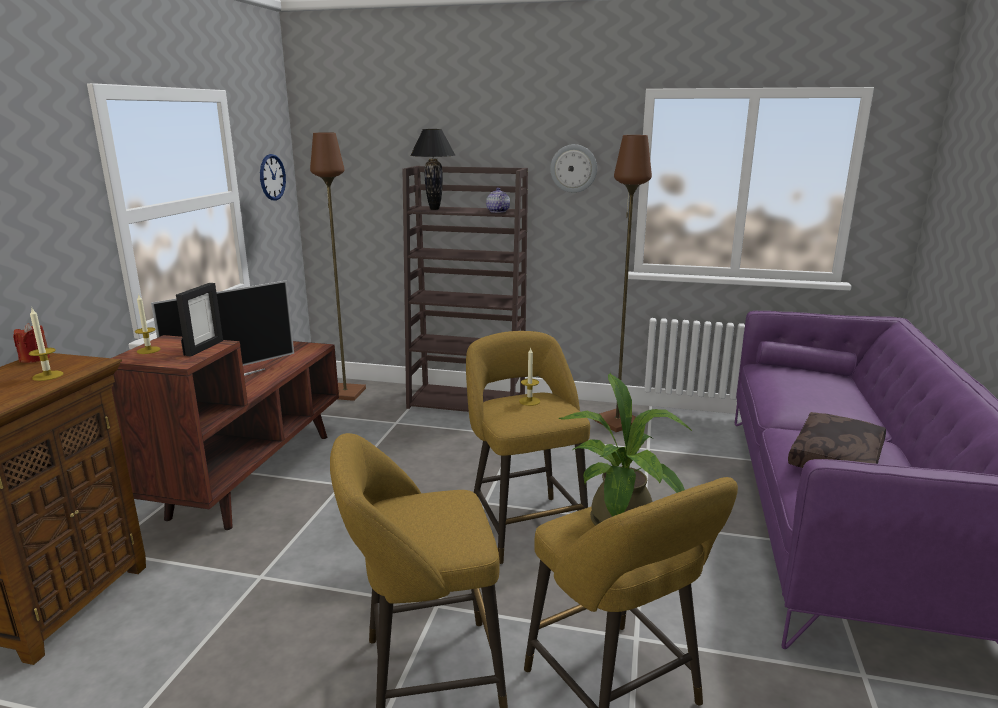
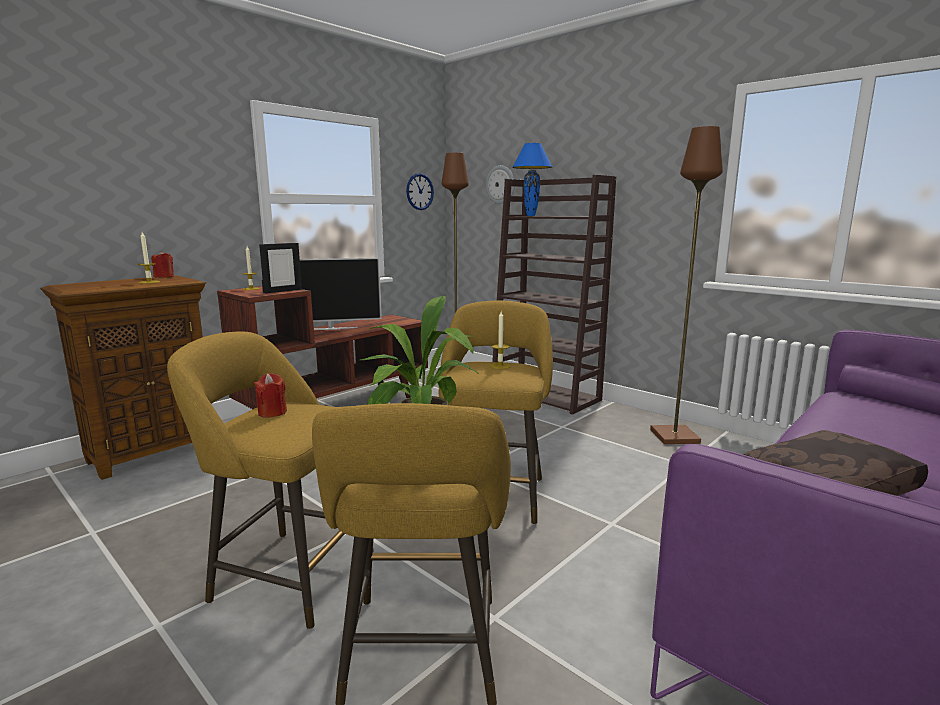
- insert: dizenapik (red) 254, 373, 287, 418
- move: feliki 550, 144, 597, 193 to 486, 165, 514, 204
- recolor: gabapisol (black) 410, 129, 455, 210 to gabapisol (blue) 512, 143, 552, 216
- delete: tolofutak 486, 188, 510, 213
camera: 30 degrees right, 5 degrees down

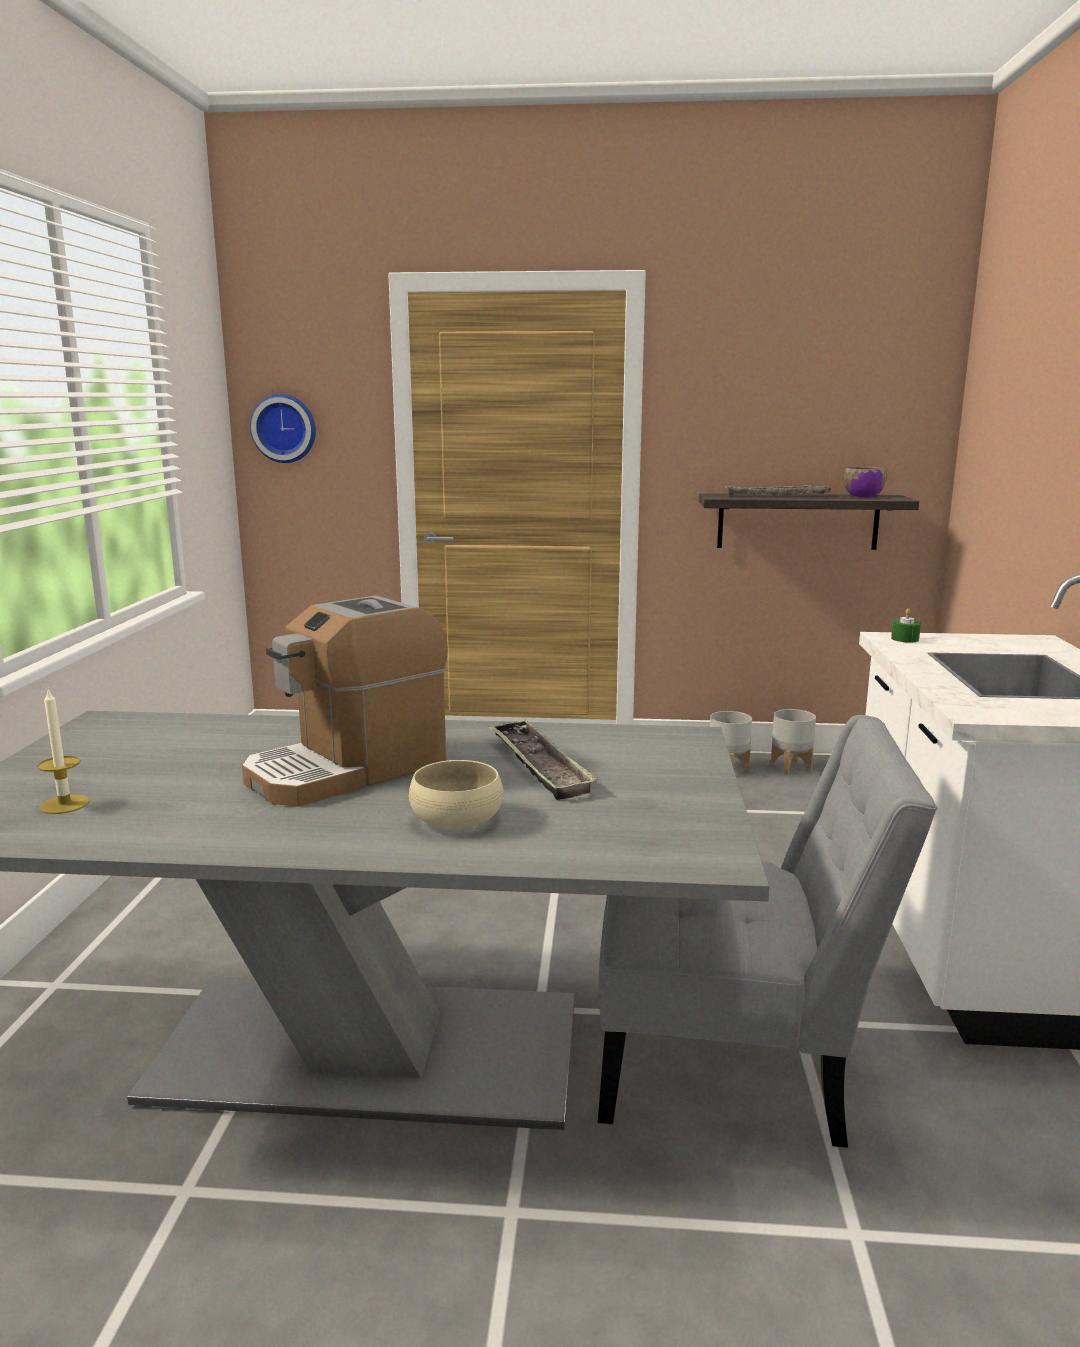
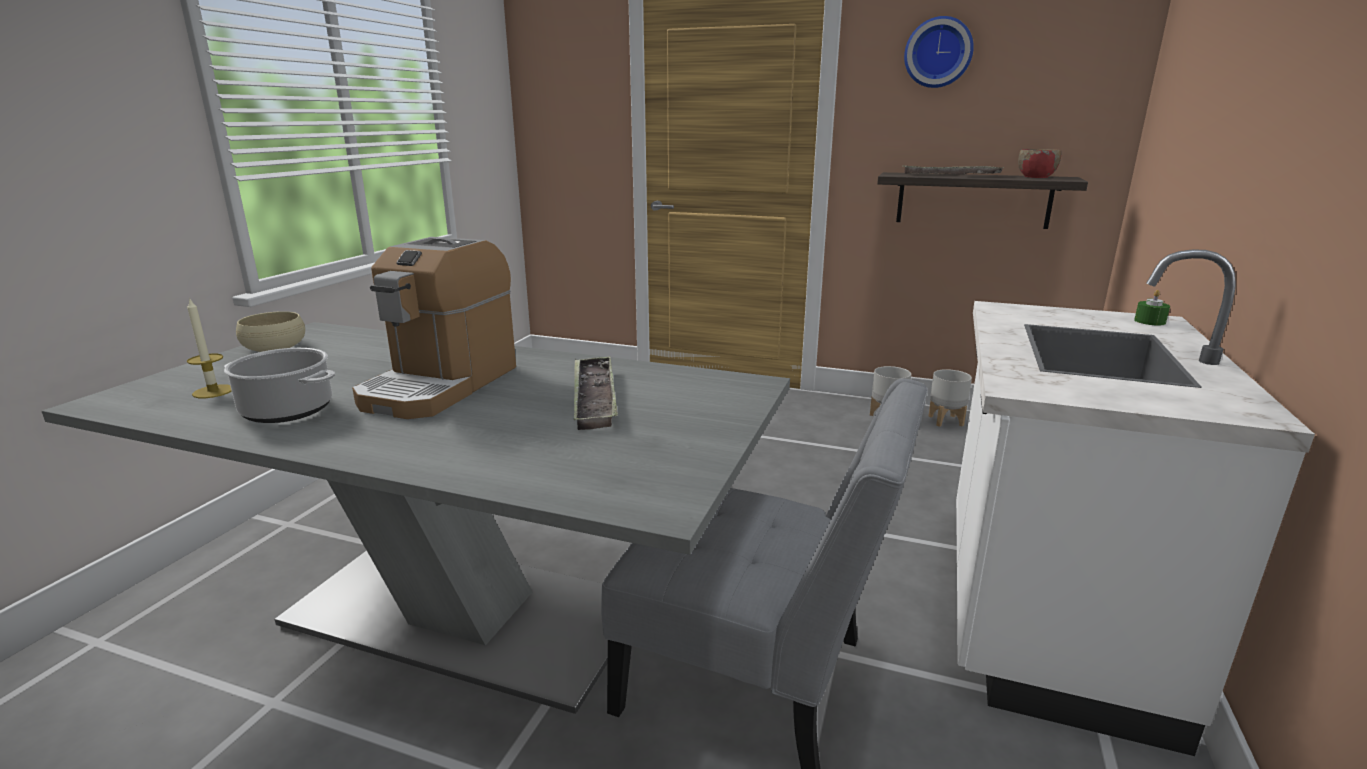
- insert: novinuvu 224, 348, 335, 423
- move: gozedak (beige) 409, 760, 503, 829 to 236, 311, 305, 352
- rotate: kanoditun 242, 595, 448, 807 = 352, 237, 516, 419 45 degrees counterclockwise
- move: feliki 250, 394, 316, 463 to 904, 16, 974, 88
- recolor: gozedak (purple) 844, 467, 887, 497 to gozedak (red) 1018, 149, 1062, 178
- move: dizenapik (green) 891, 608, 921, 643 to 1134, 290, 1170, 326
camera: 15 degrees right, 5 degrees up

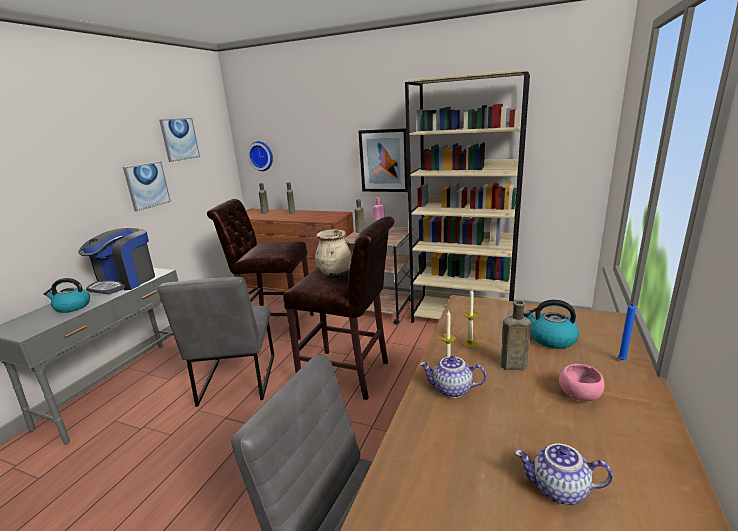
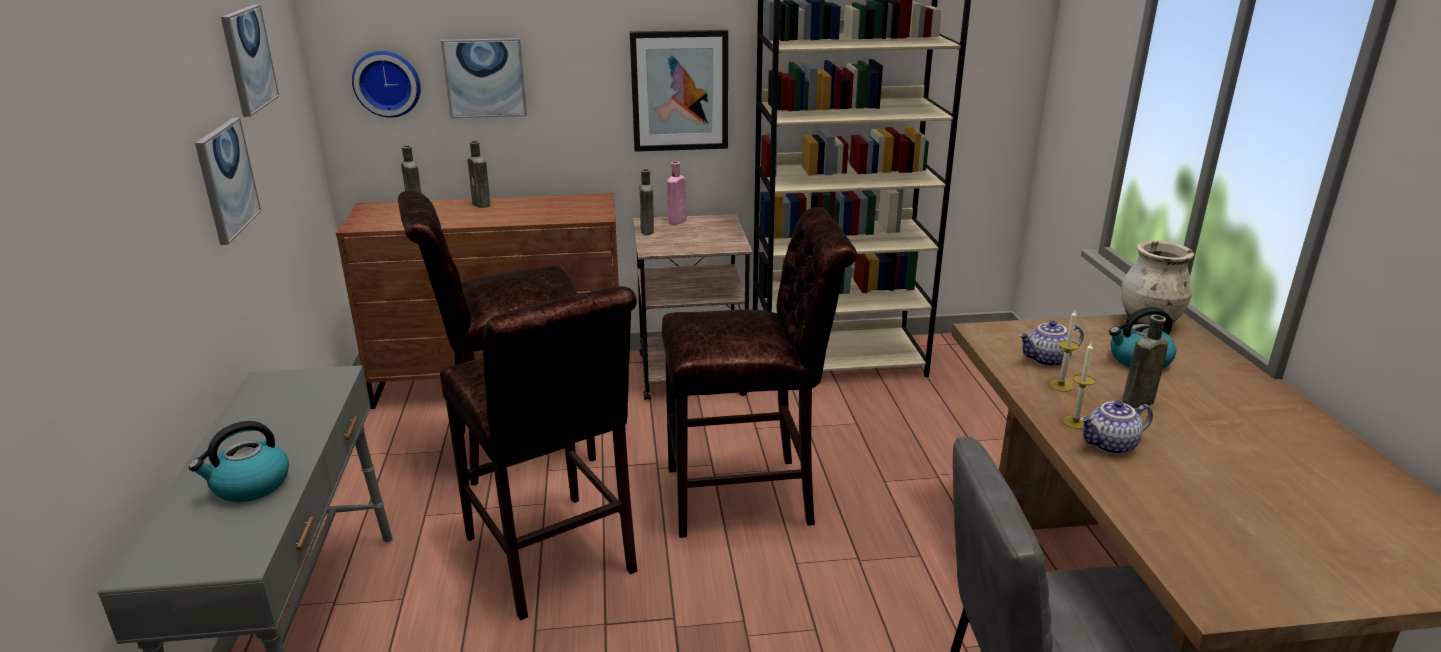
- replace: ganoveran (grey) 158, 277, 274, 407 to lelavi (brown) 440, 286, 637, 620
- insert: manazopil 441, 38, 527, 118
- move: tolofutak 515, 444, 613, 505 to 1018, 321, 1084, 367
- move: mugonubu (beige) 315, 229, 351, 278 to 1121, 240, 1194, 325
- delete: kanoditun 78, 228, 155, 294
- delete: gozedak (pink) 559, 364, 605, 401
- delete: dizenapik (blue) 618, 302, 636, 360
camera: 30 degrees left, 5 degrees up

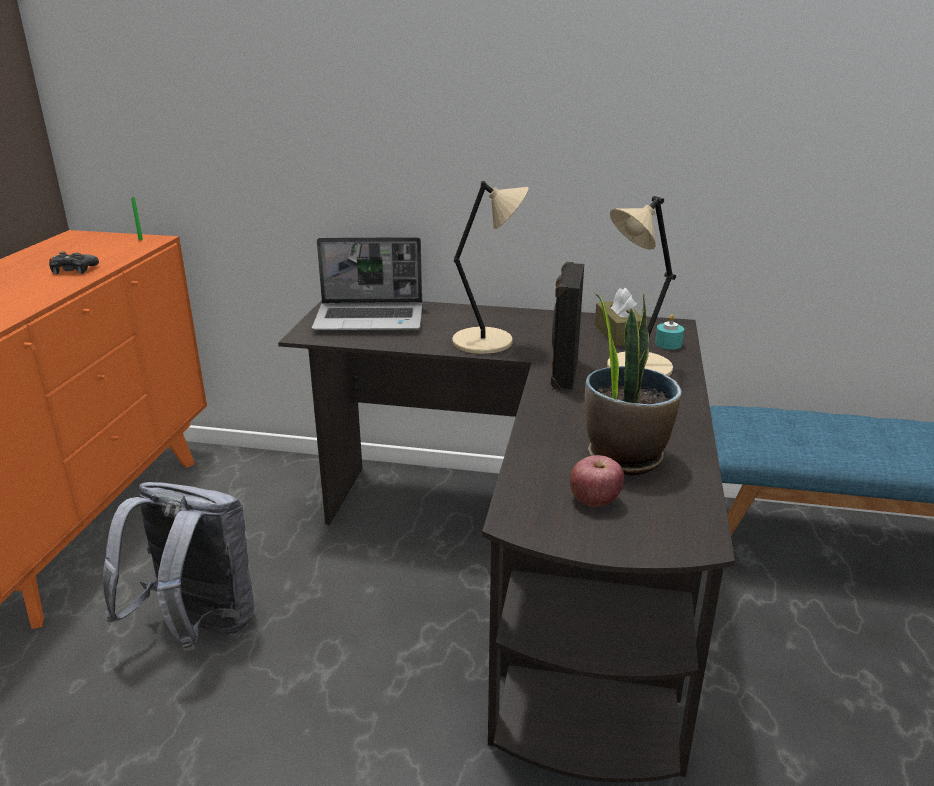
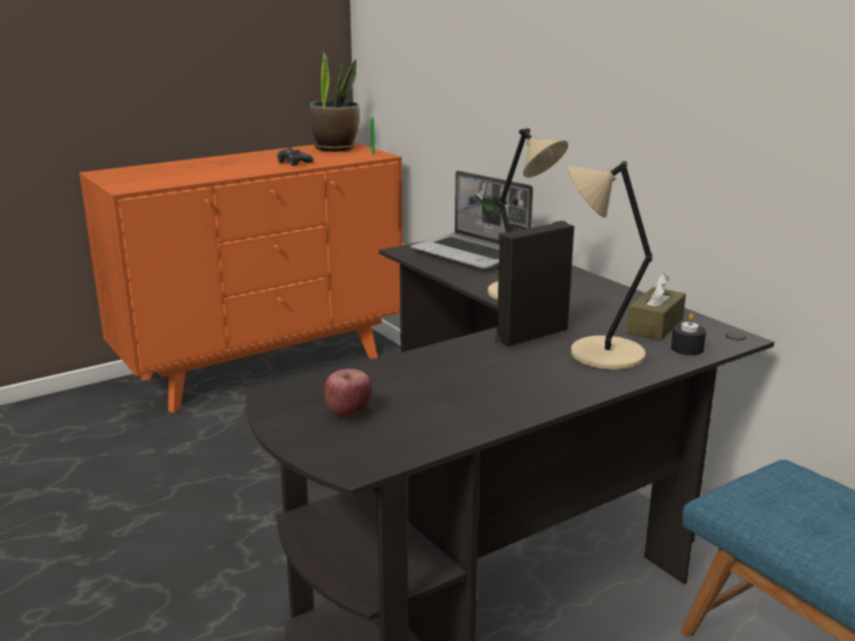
- move: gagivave 585, 293, 682, 475 to 310, 52, 359, 152
- recolor: dizenapik (turquoise) 655, 314, 684, 349 to dizenapik (black) 671, 313, 706, 355
- delete: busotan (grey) 103, 482, 255, 651
camera: 45 degrees right, 5 degrees down

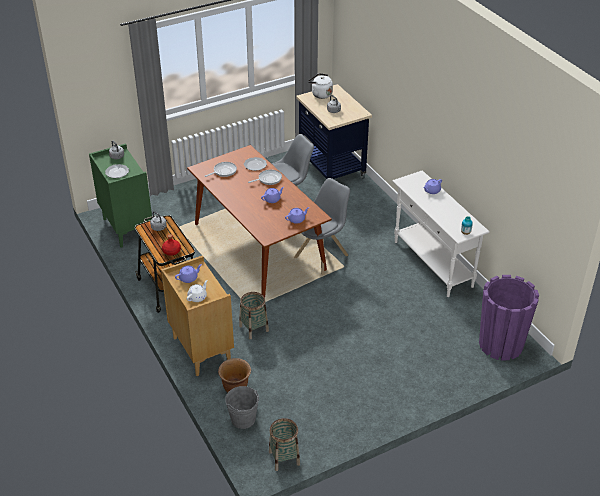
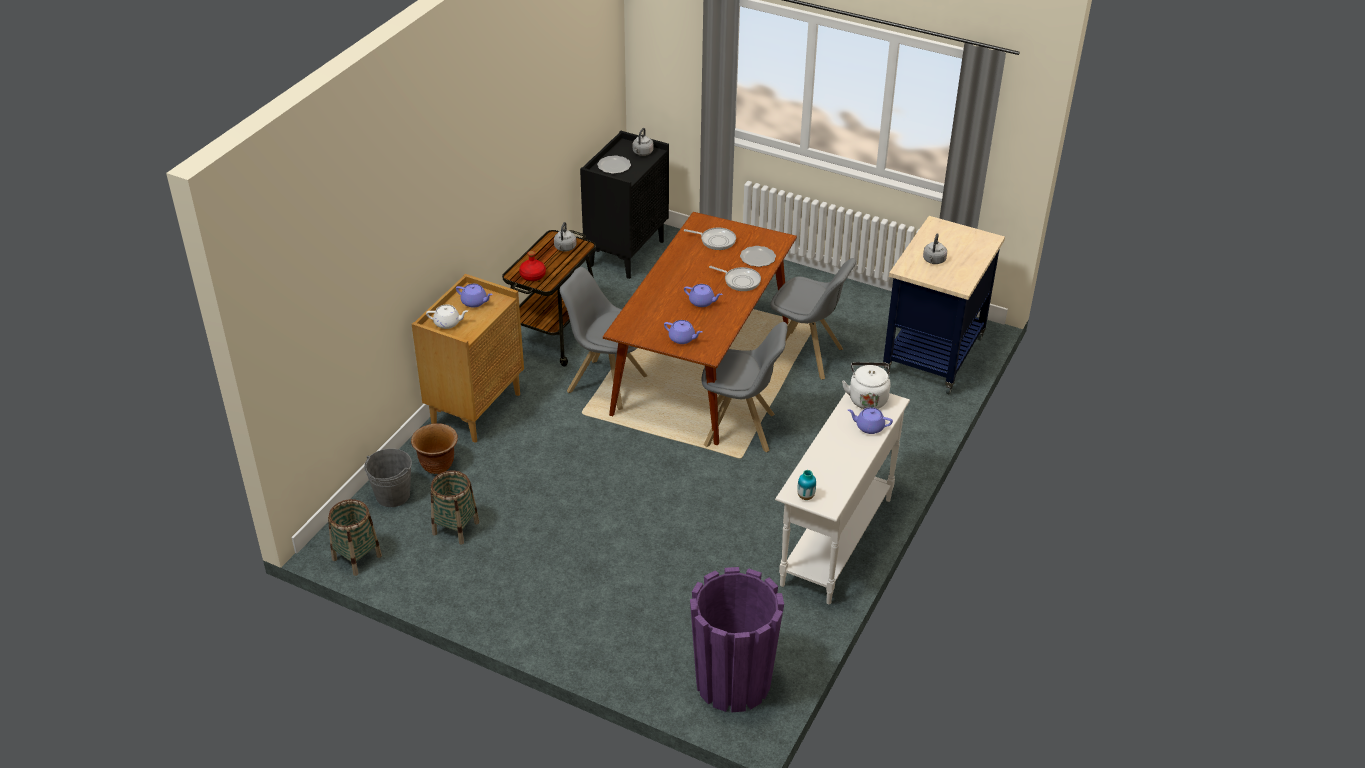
- move: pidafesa 239, 292, 269, 339 to 431, 471, 479, 545
- insert: ganoveran (grey) 560, 267, 648, 410
- recolor: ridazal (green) 89, 143, 152, 247 to ridazal (black) 580, 131, 669, 279
- move: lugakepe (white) 308, 73, 333, 99 to 842, 362, 890, 409
camera: 55 degrees right, 0 degrees up

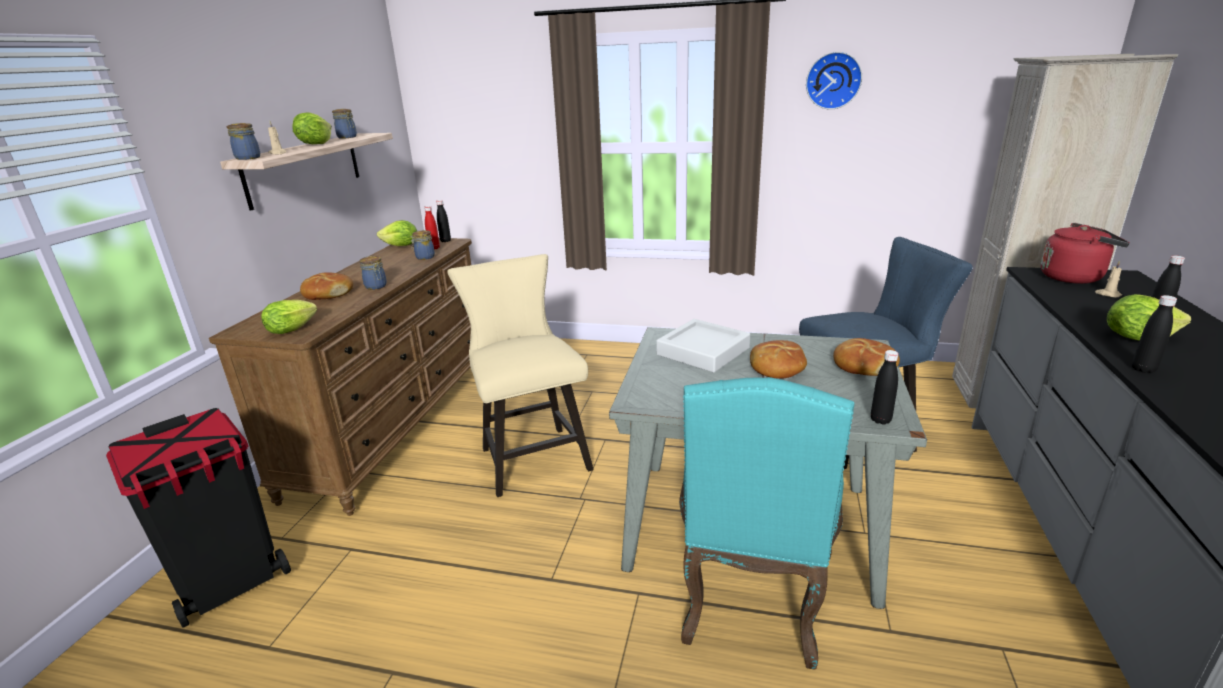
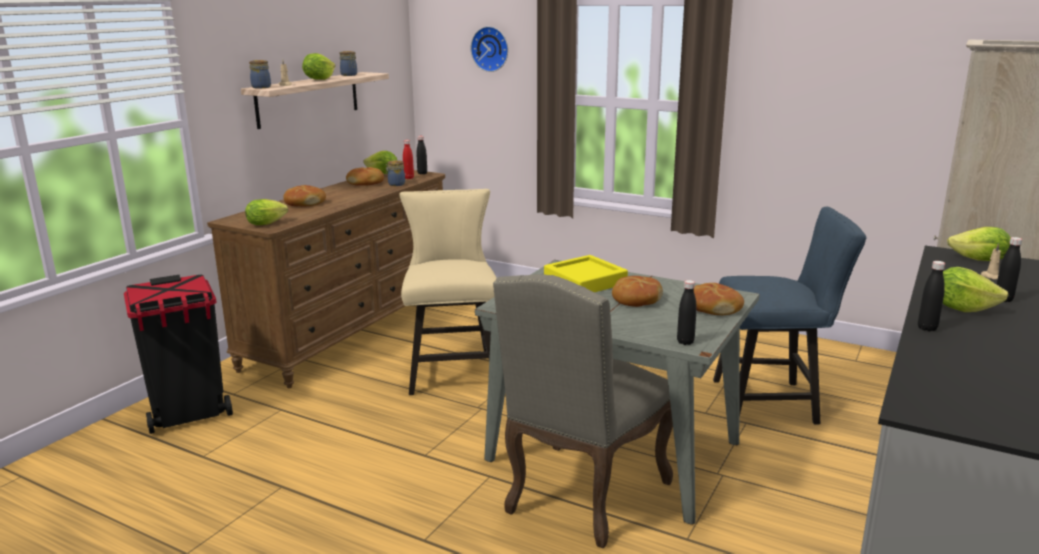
- insert: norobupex 346, 167, 384, 186
- move: feliki 806, 52, 862, 109 to 471, 26, 508, 72
- recolor: ganoveran (turquoise) 679, 377, 854, 670 to ganoveran (grey) 493, 274, 673, 548
- recolor: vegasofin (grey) 656, 319, 750, 373 to vegasofin (yellow) 544, 255, 628, 292
- replace: lugakepe (red) 1041, 223, 1130, 284 to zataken 947, 227, 1011, 261
- delete: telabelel 360, 256, 387, 290
camera: 15 degrees right, 5 degrees down

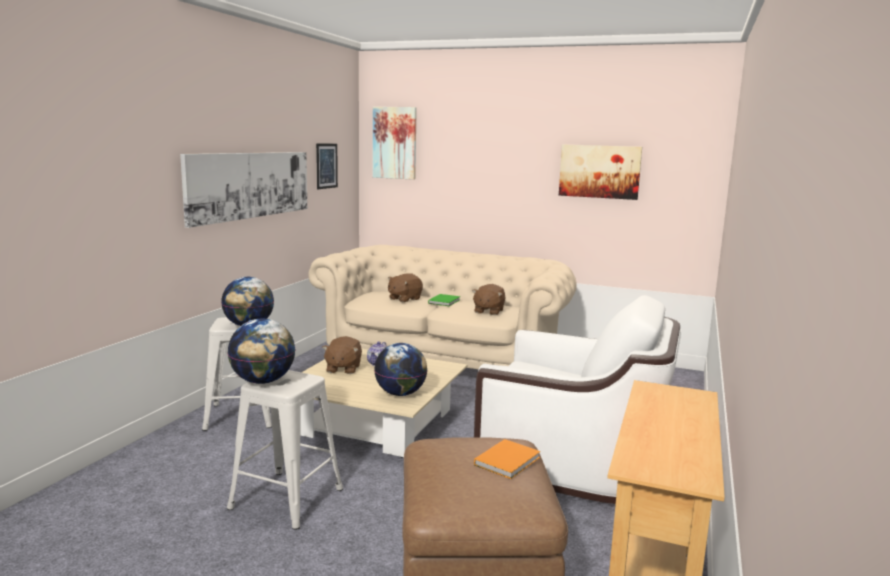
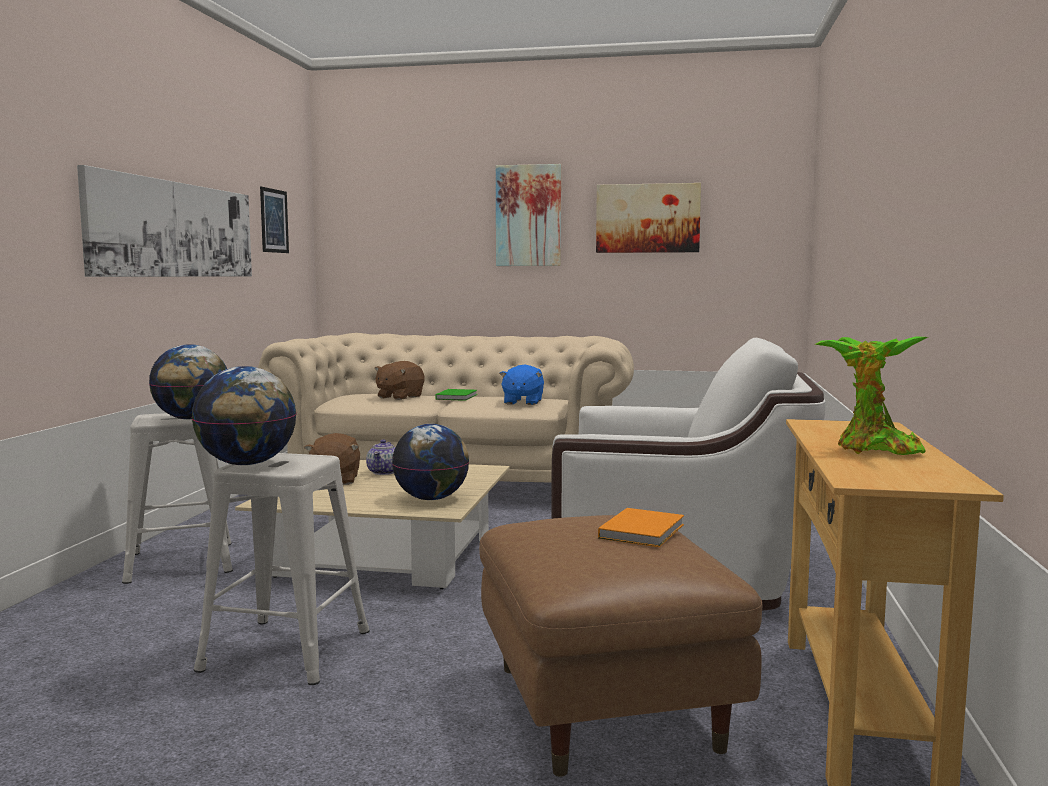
- move: manazopil 373, 107, 417, 180 to 496, 164, 561, 266
- recolor: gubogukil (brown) 472, 284, 506, 315 to gubogukil (blue) 499, 364, 544, 405
- insert: gagivave 815, 337, 928, 455
camera: 10 degrees left, 5 degrees down

